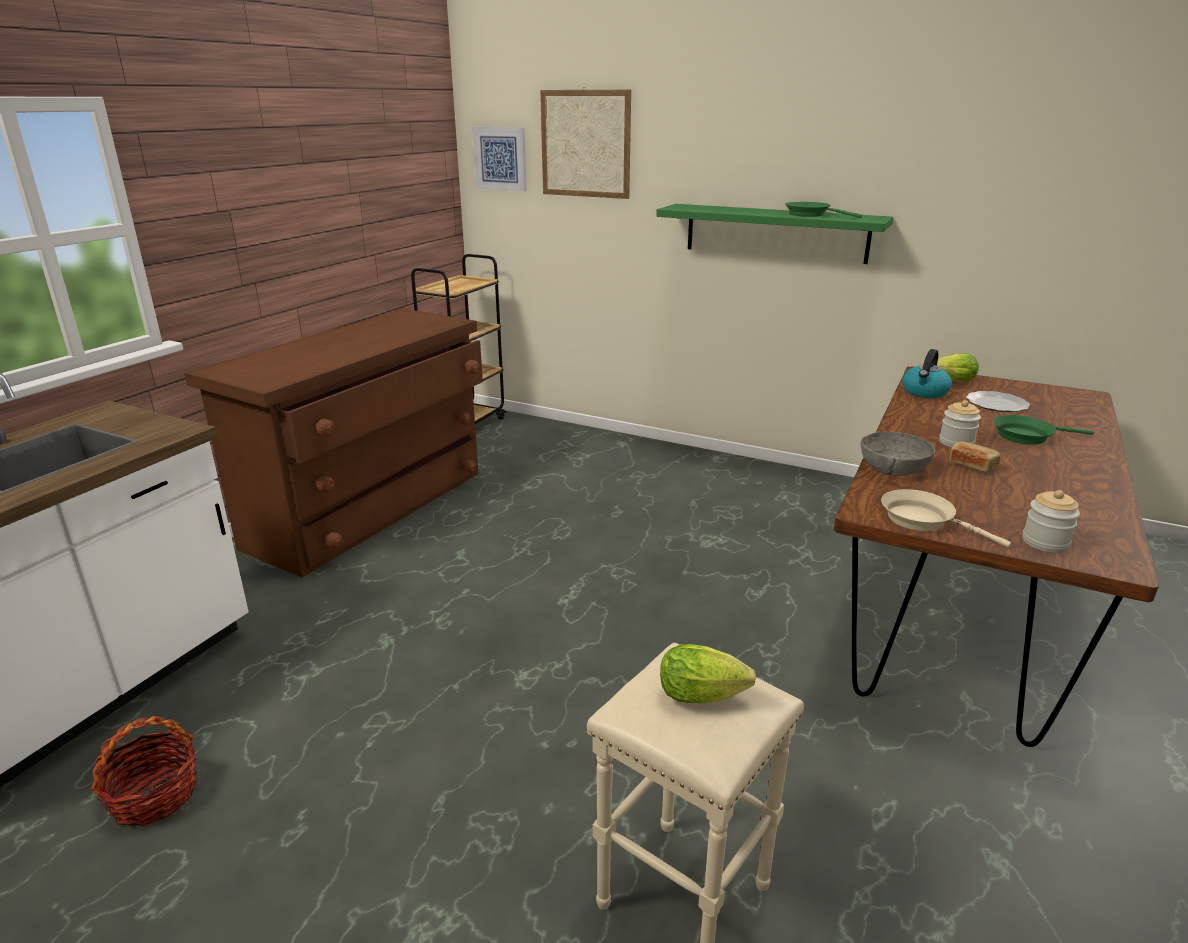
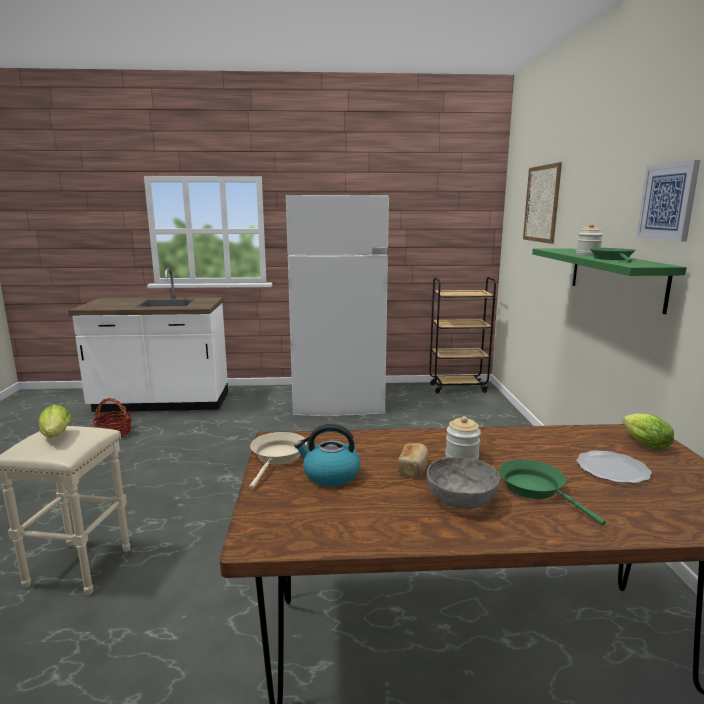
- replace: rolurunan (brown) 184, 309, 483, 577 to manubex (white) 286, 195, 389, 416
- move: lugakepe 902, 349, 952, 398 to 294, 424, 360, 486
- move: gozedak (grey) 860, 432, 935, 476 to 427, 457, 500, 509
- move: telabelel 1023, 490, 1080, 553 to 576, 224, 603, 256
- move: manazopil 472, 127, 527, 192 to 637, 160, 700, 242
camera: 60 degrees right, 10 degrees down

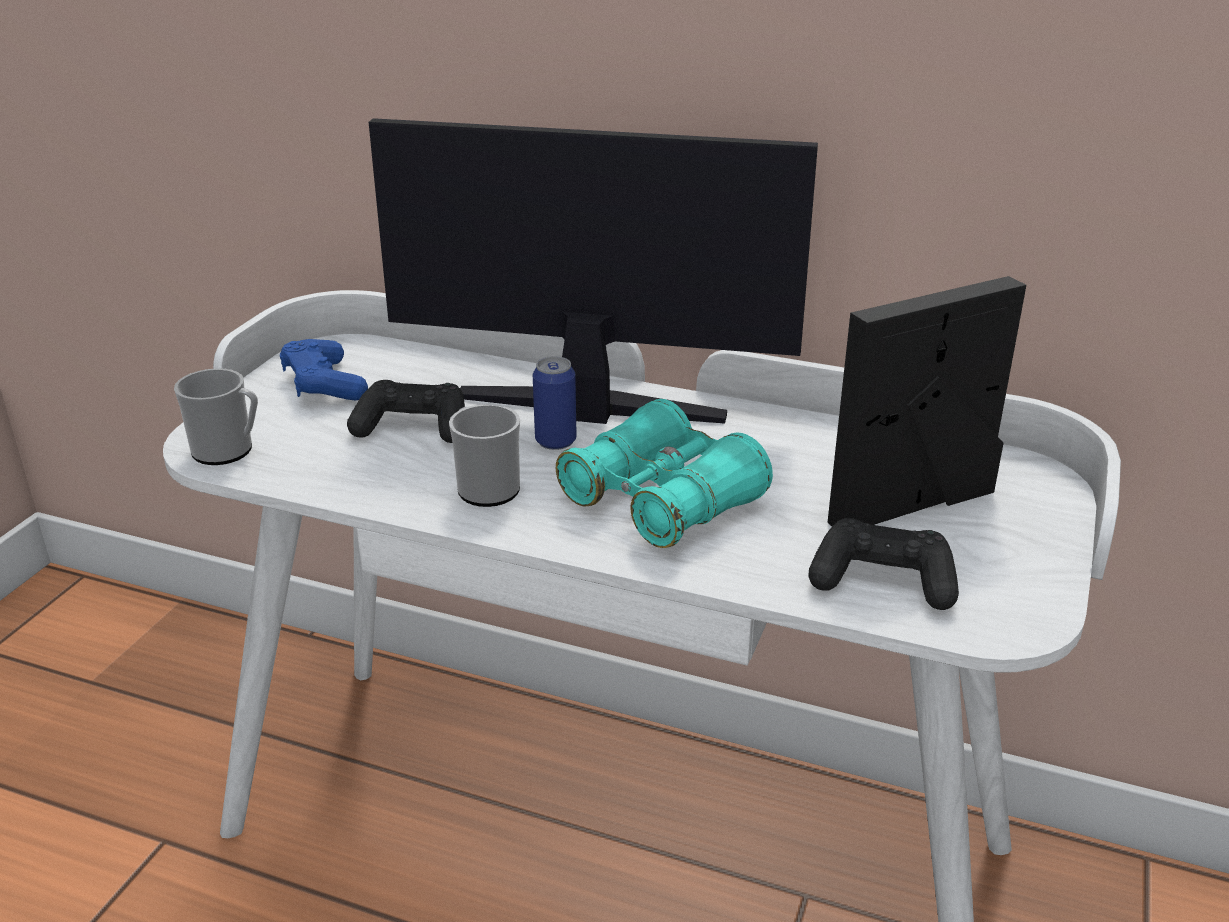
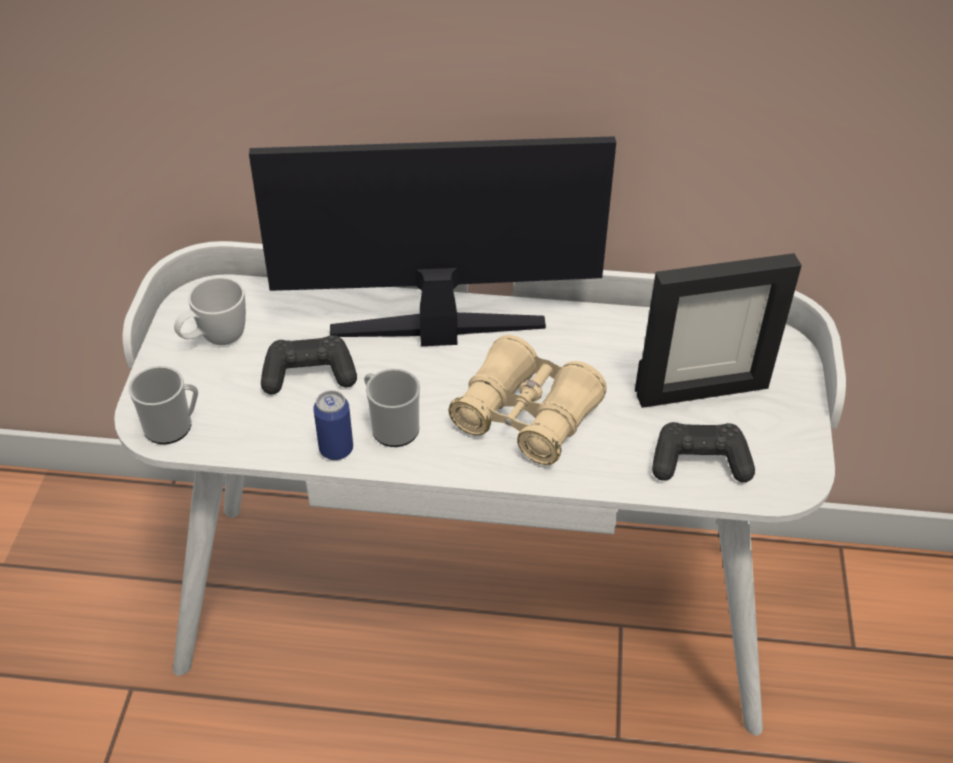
- replace: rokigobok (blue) 280, 339, 368, 401 to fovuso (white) 174, 277, 246, 345
- move: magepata 533, 356, 577, 450 to 313, 390, 353, 460
- recolor: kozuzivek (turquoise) 556, 399, 773, 548 to kozuzivek (beige) 449, 335, 607, 465
- rotate: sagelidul 827, 276, 1026, 526 = 635, 253, 802, 408 150 degrees counterclockwise
camera: 15 degrees left, 15 degrees up

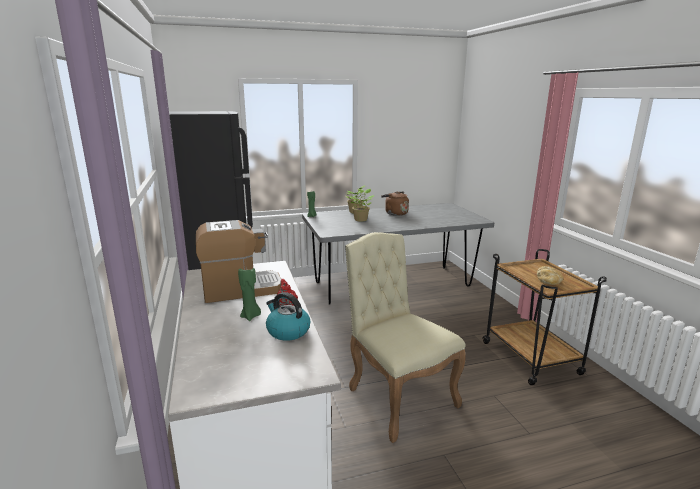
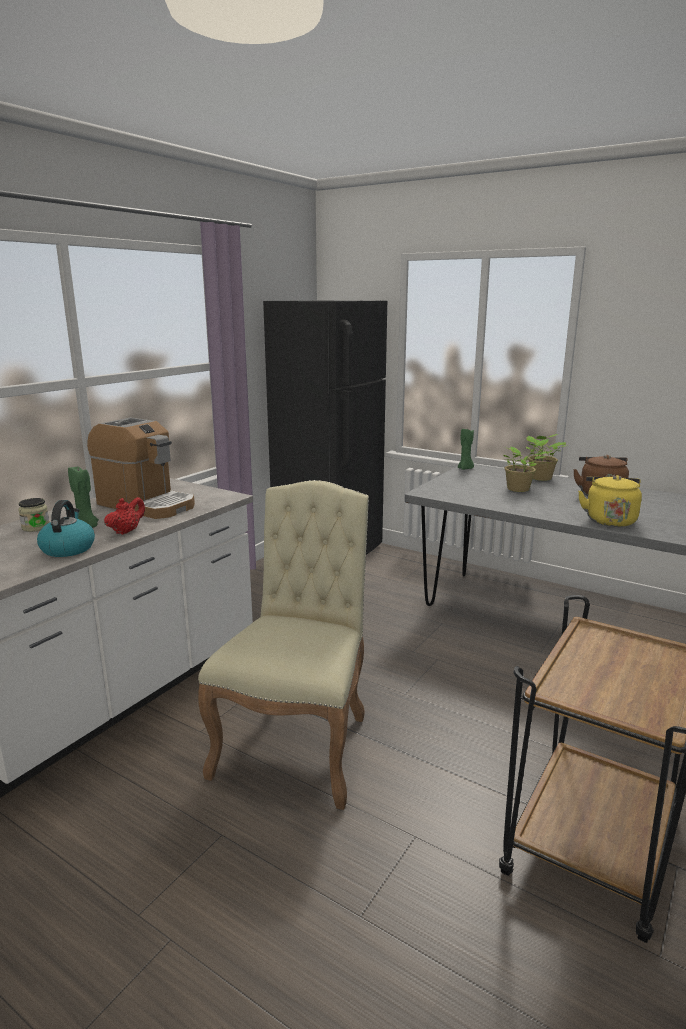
- insert: telabelel 18, 498, 49, 532
- insert: lugakepe (yellow) 578, 475, 642, 527
- delete: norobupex 537, 266, 564, 285
camera: 50 degrees right, 0 degrees up

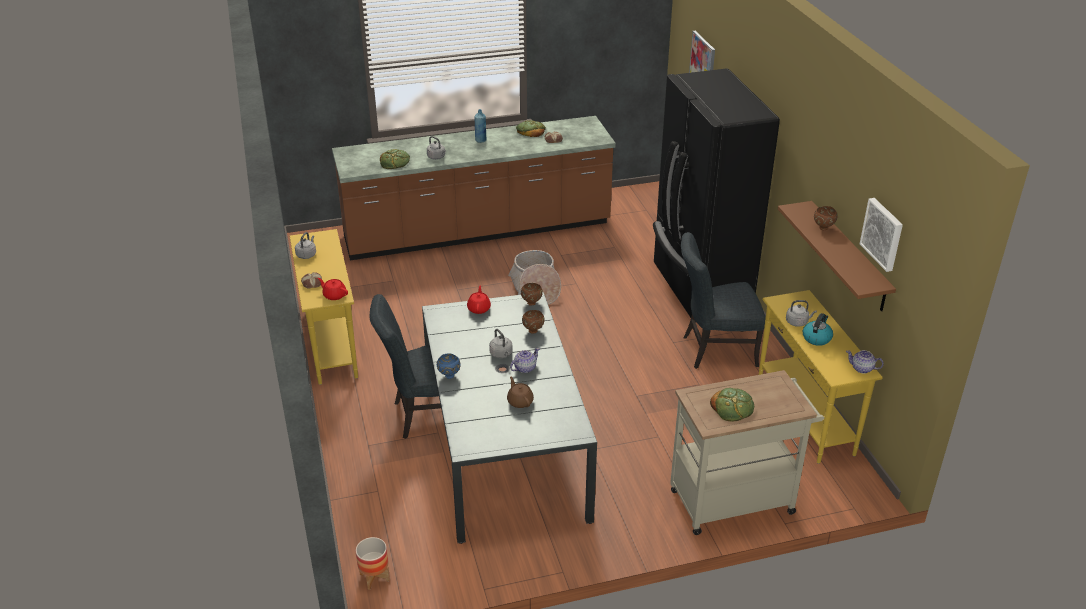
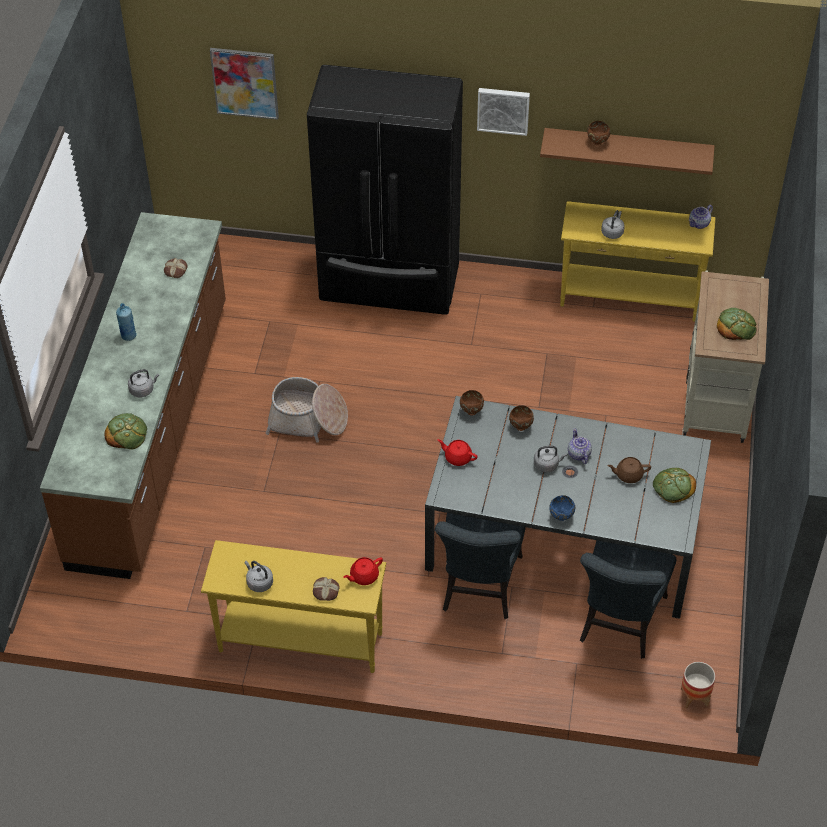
- move: manazopil 860, 198, 903, 272 to 477, 88, 530, 136
- move: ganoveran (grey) 681, 232, 766, 369 to 580, 540, 676, 659
- move: norobupex 516, 120, 546, 137 to 653, 468, 696, 503
- delete: lugakepe 803, 313, 833, 346
camera: 65 degrees left, 15 degrees up

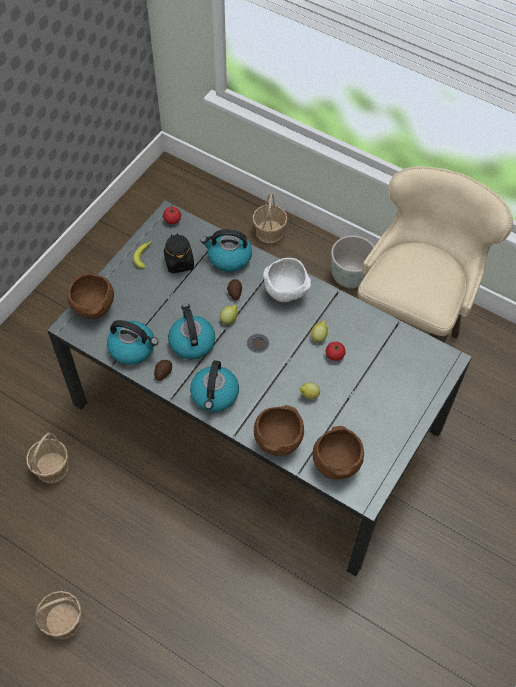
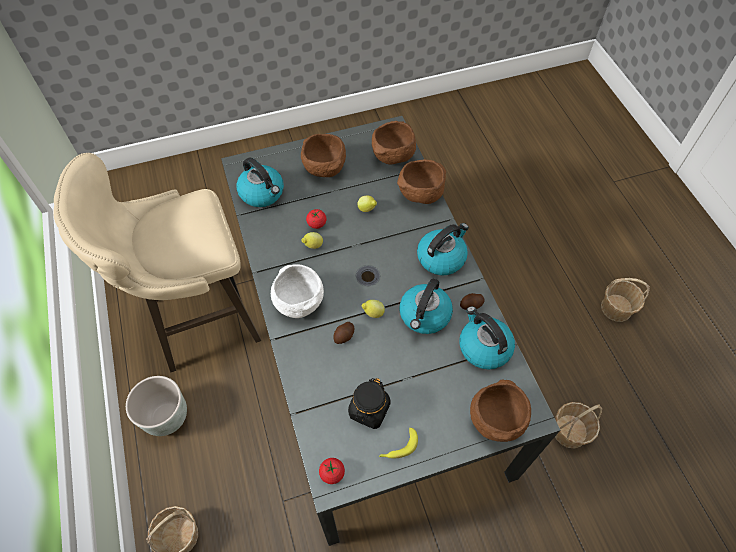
- move: lugakepe 201, 229, 252, 272 to 237, 157, 284, 207
- insert: gozedak (brown) 301, 134, 346, 177
camera: 140 degrees left, 0 degrees up

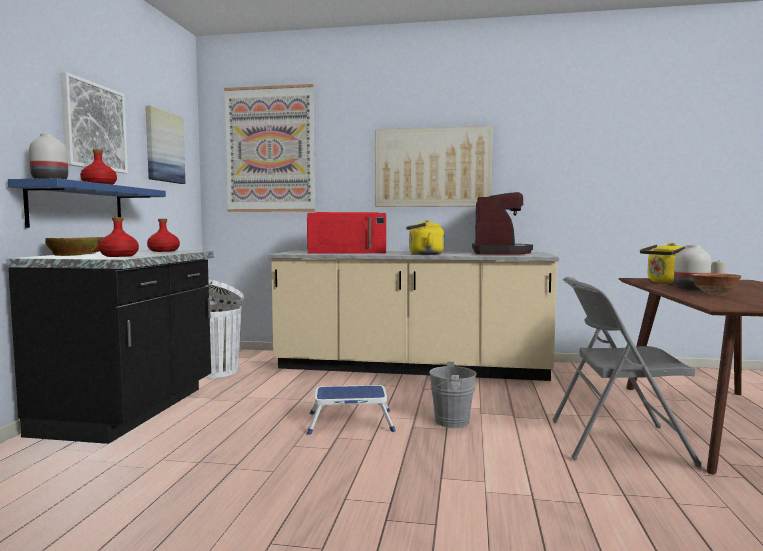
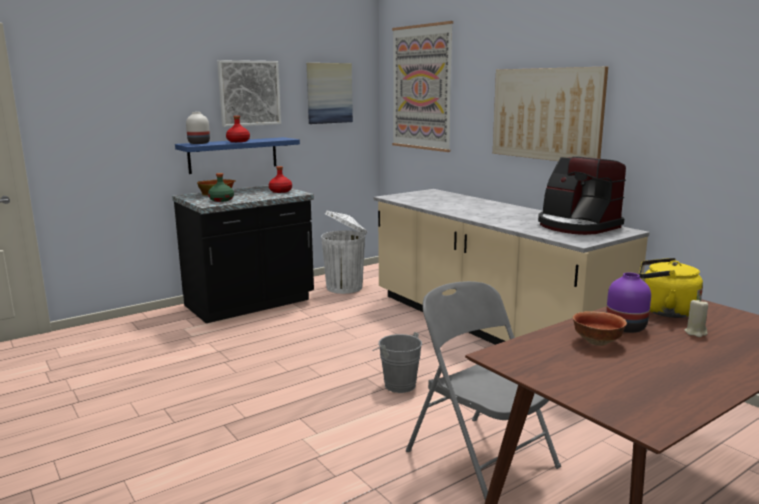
- recolor: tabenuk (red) 99, 217, 139, 257 to tabenuk (green) 208, 173, 234, 202
- rotate: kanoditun 472, 192, 533, 254 = 538, 156, 626, 235 90 degrees clockwise
- recolor: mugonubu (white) 674, 245, 711, 290 to mugonubu (purple) 606, 272, 651, 333
- delete: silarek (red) 307, 212, 386, 254
- delete: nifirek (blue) 307, 385, 396, 435
- delete: lugakepe (yellow) 406, 220, 444, 255
camera: 45 degrees right, 10 degrees up

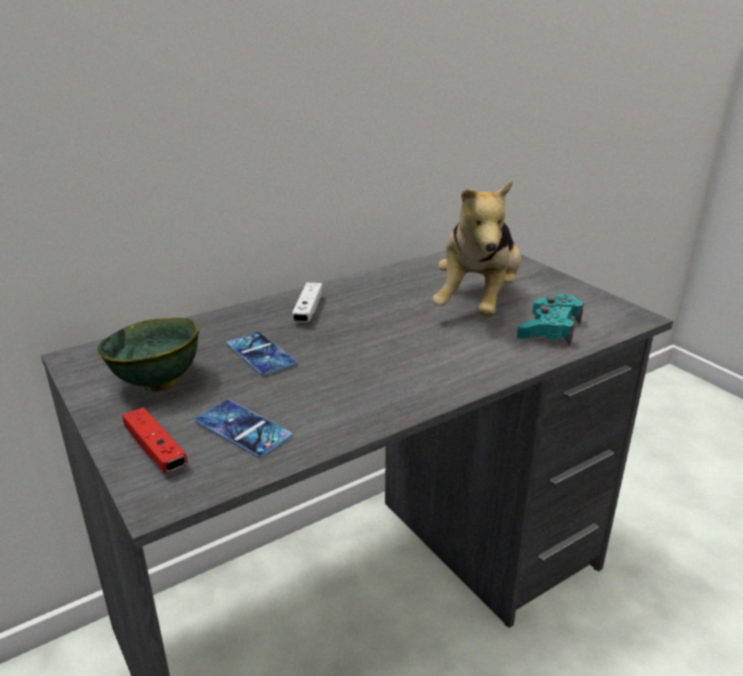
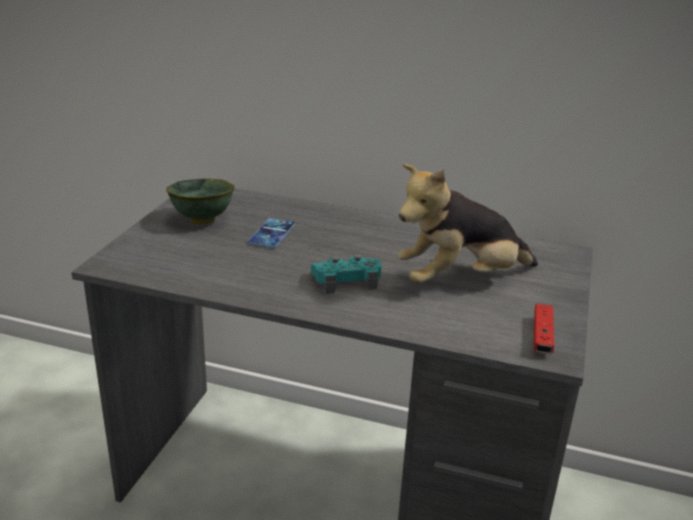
- move: rokigobok (turquoise) 517, 294, 584, 346 to 311, 254, 382, 294
- move: rokigobok (red) 122, 407, 188, 473 to 534, 304, 554, 354
- delete: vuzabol 195, 400, 292, 458
- delete: rokigobok (white) 292, 282, 322, 323
camera: 50 degrees right, 0 degrees up

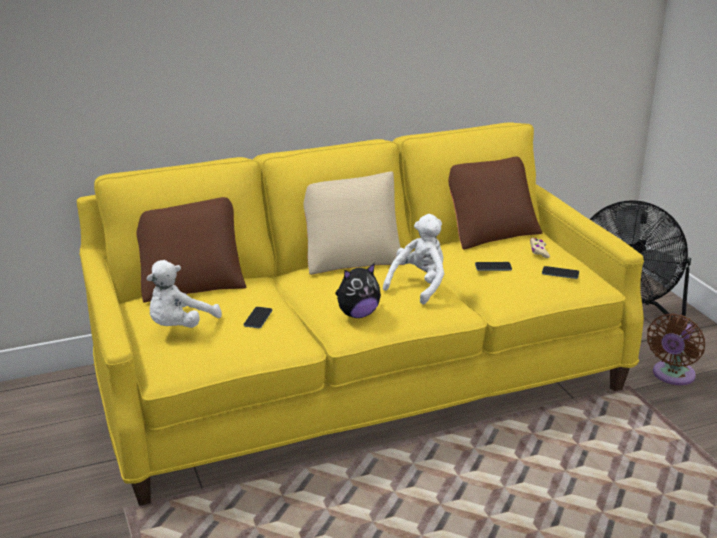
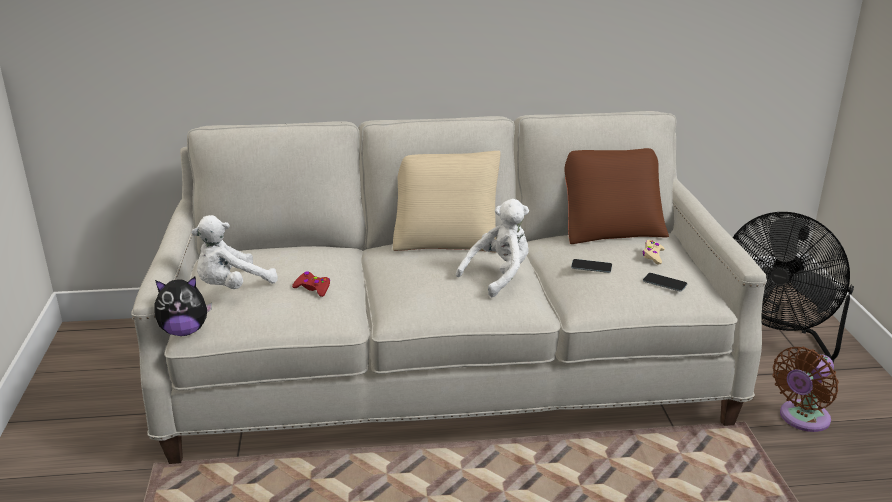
- recolor: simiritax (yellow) 77, 122, 644, 506 to simiritax (white) 131, 111, 767, 464
- move: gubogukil 335, 263, 381, 318 to 155, 277, 212, 336
- replace: vuzabol 243, 307, 273, 328 to rokigobok (red) 292, 271, 331, 297
- delete: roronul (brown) 136, 197, 247, 302
camera: 15 degrees right, 0 degrees up

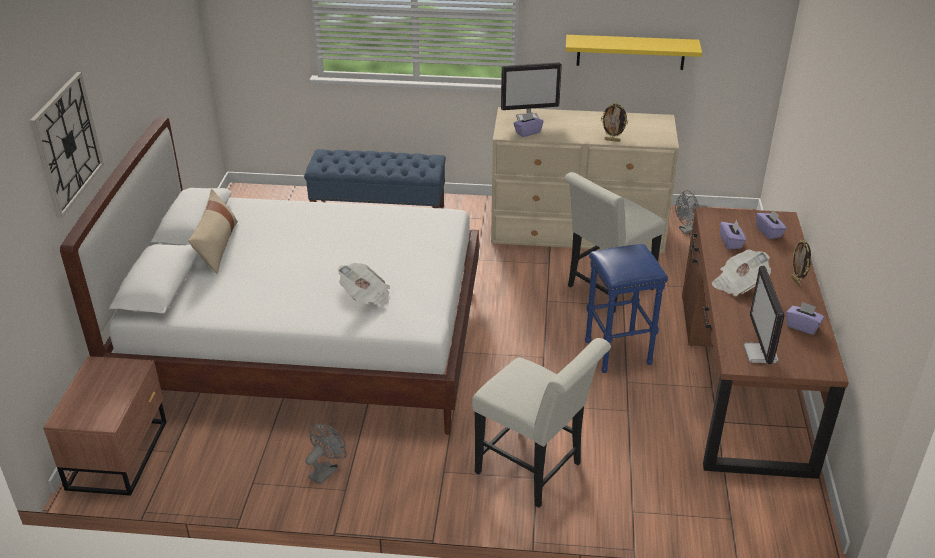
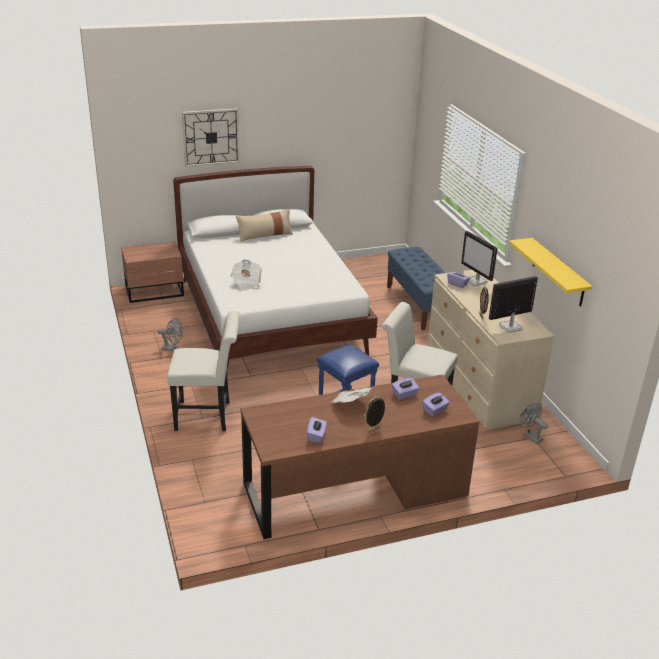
- rotate: ganoveran (white) 472, 338, 611, 508 = 167, 311, 240, 431 105 degrees counterclockwise
- move: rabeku 743, 266, 785, 364 to 489, 276, 538, 333
camera: 65 degrees right, 5 degrees down

